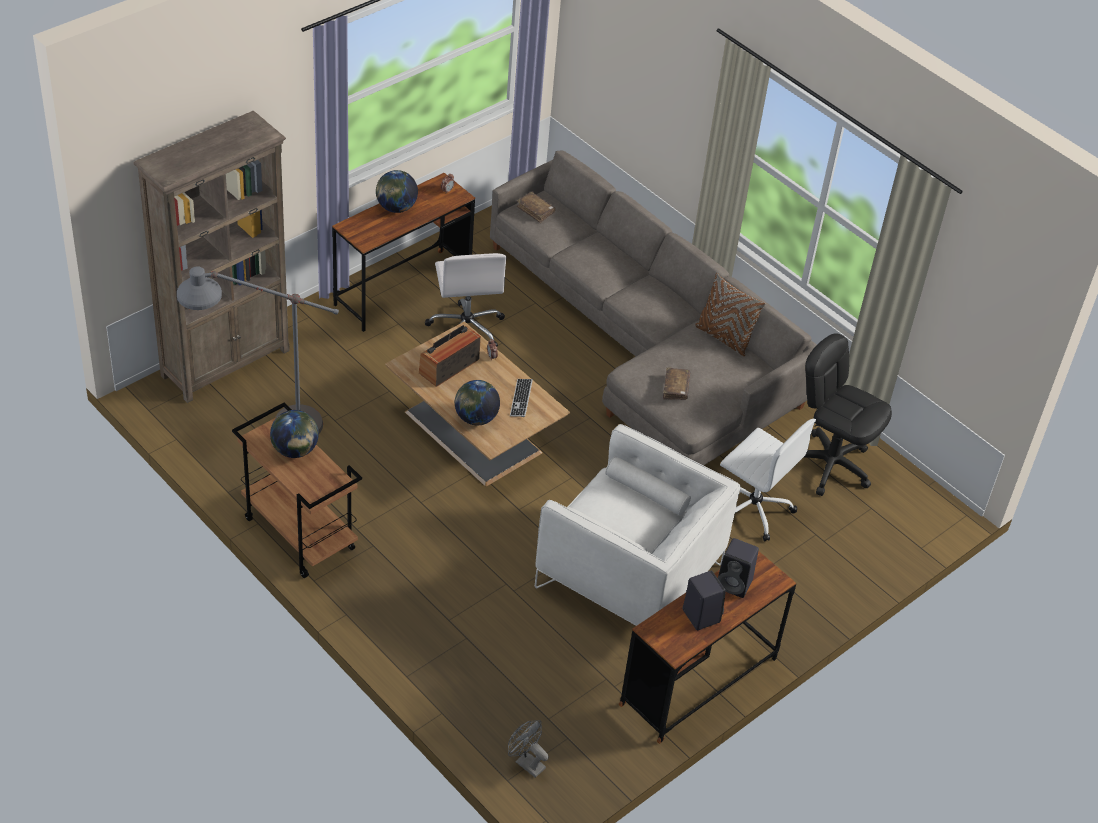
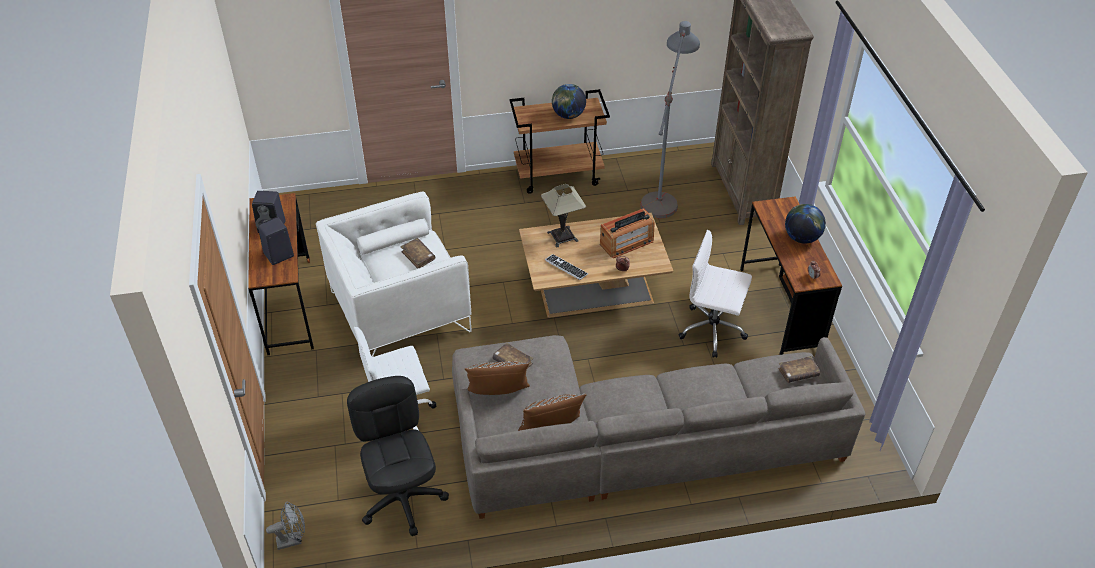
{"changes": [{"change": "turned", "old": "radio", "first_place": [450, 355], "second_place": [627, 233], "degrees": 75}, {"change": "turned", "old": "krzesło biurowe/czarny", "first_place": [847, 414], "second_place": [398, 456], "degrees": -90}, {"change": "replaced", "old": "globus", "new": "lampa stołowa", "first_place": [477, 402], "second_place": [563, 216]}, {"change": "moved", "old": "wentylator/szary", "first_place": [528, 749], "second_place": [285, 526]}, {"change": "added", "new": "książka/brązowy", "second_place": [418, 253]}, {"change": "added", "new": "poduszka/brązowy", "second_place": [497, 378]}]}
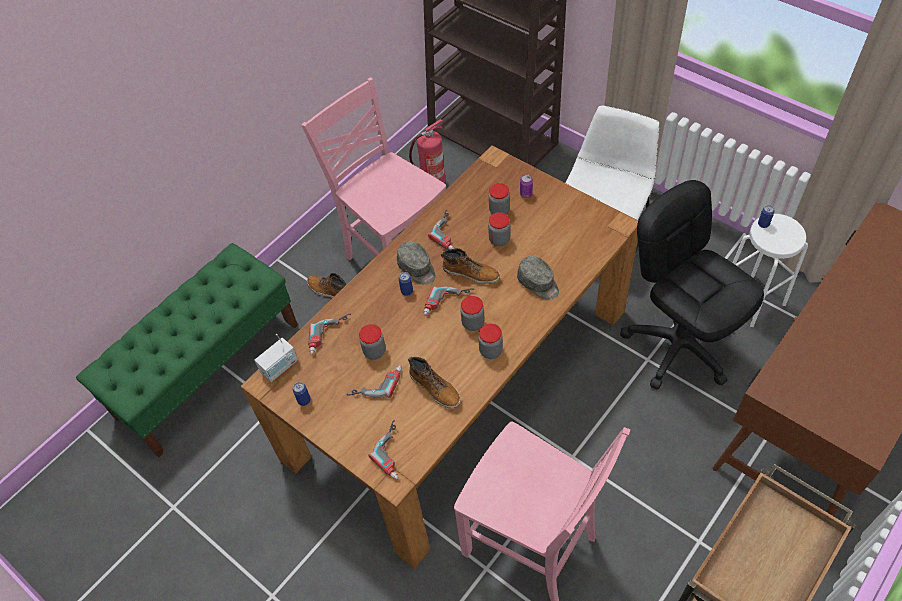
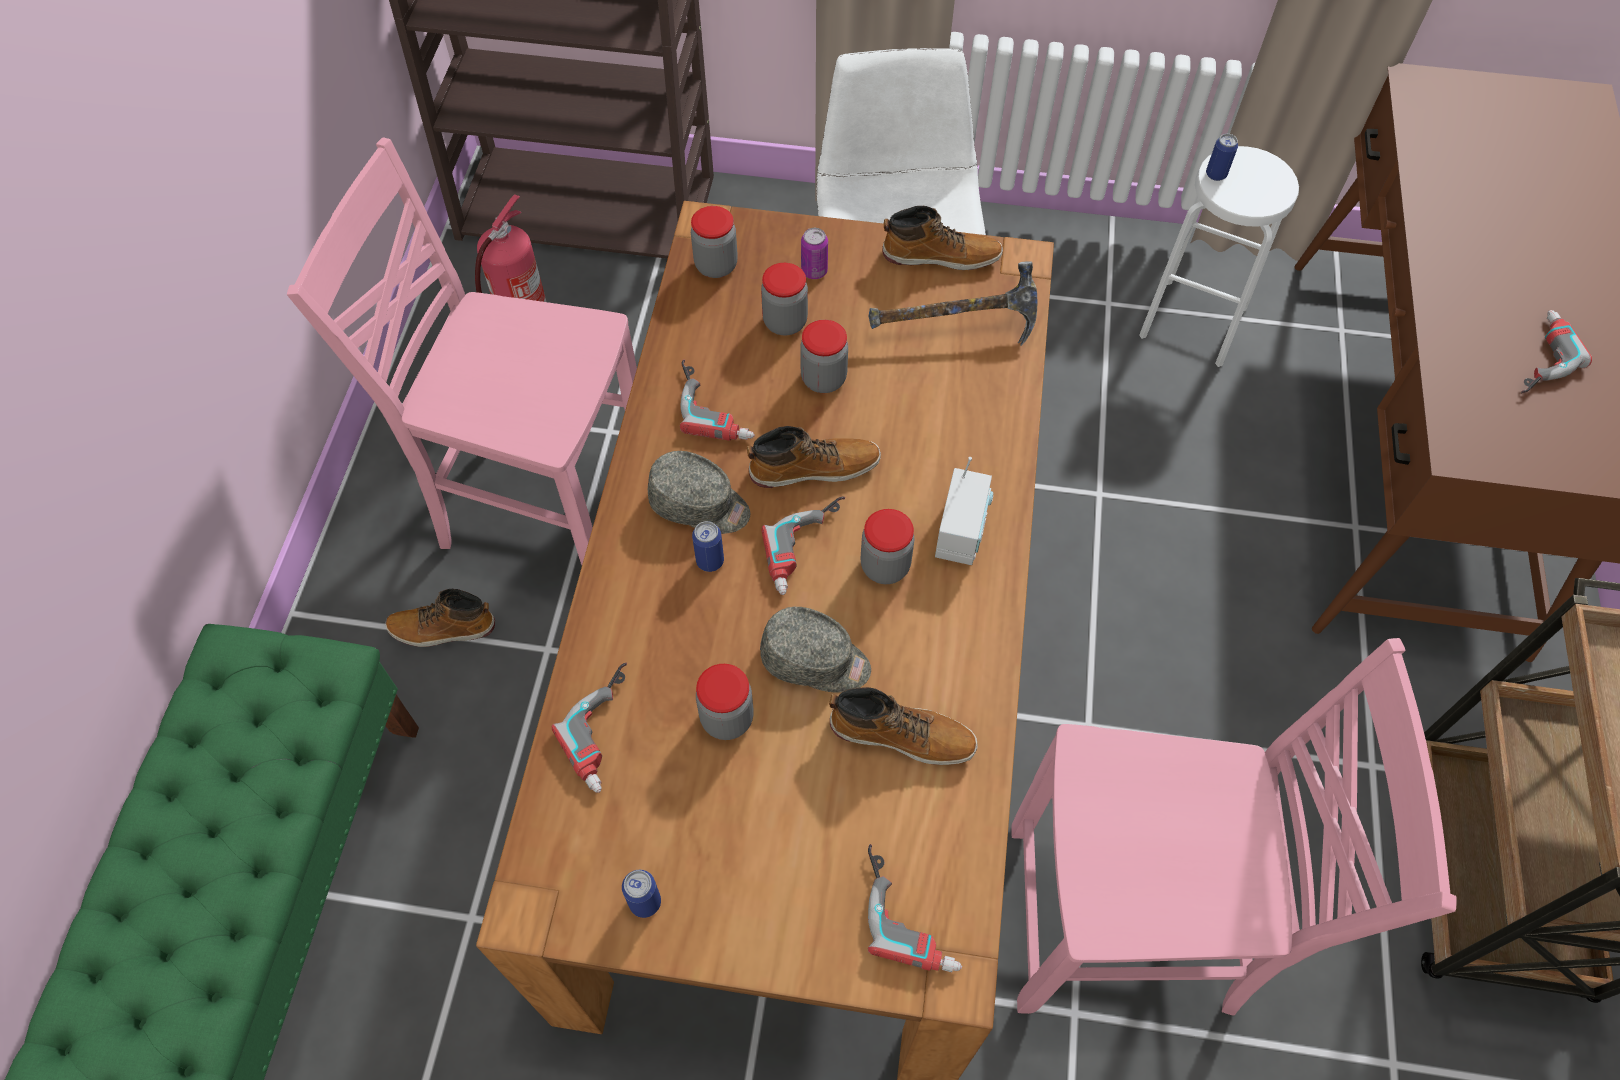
{"changes": [{"change": "removed", "old": "krzesło biurowe/czarny", "first_place": [692, 285]}, {"change": "moved", "old": "czapka z daszkiem/szary", "first_place": [538, 278], "second_place": [815, 649]}, {"change": "moved", "old": "słoik", "first_place": [490, 341], "second_place": [714, 242]}, {"change": "moved", "old": "radio", "first_place": [276, 358], "second_place": [964, 511]}, {"change": "moved", "old": "wiertarka", "first_place": [374, 381], "second_place": [1556, 351]}, {"change": "added", "new": "but z cholewką", "second_place": [942, 238]}, {"change": "added", "new": "młotek", "second_place": [953, 303]}]}
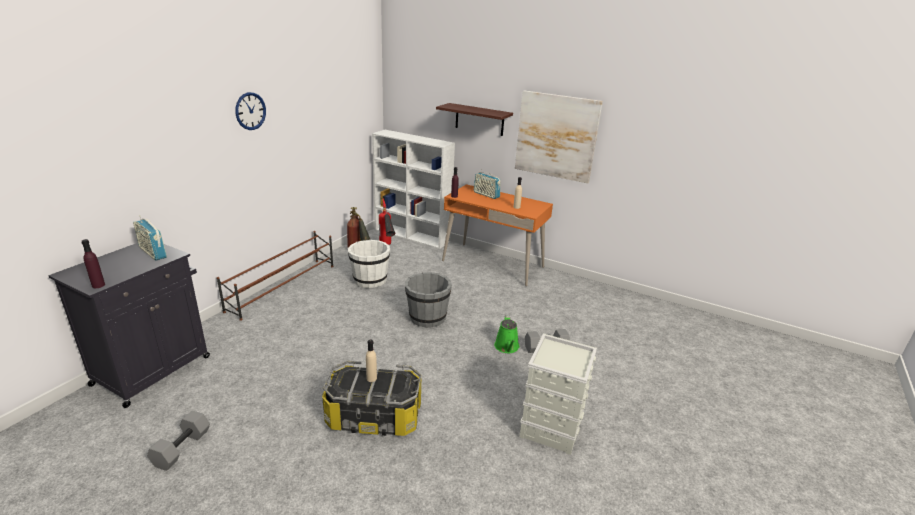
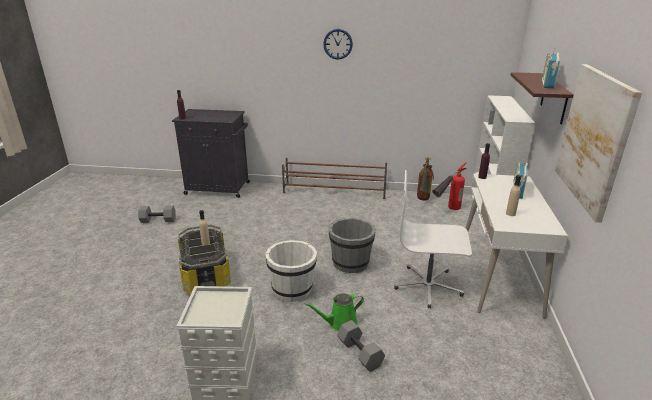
{"changes": [{"change": "recoloured", "old": "biurko/pomarańczowy", "new": "biurko/biały", "first_place": [497, 235], "second_place": [517, 246]}, {"change": "moved", "old": "radio", "first_place": [150, 238], "second_place": [551, 68]}, {"change": "moved", "old": "wiadro/biały", "first_place": [369, 264], "second_place": [291, 271]}, {"change": "added", "new": "krzesło biurowe/biały", "second_place": [433, 239]}]}
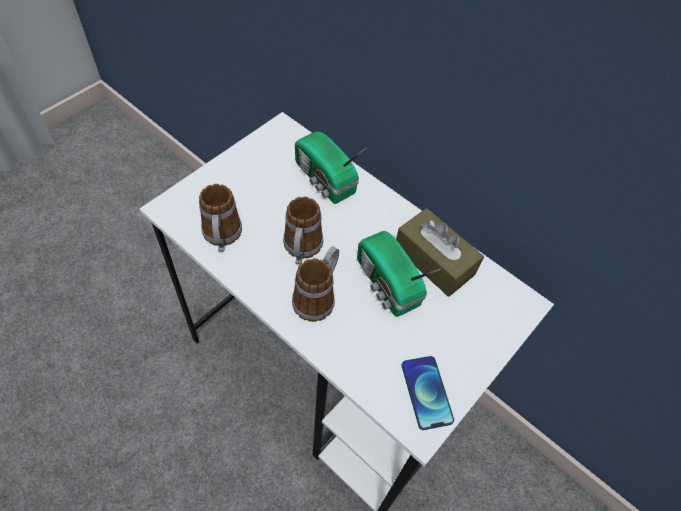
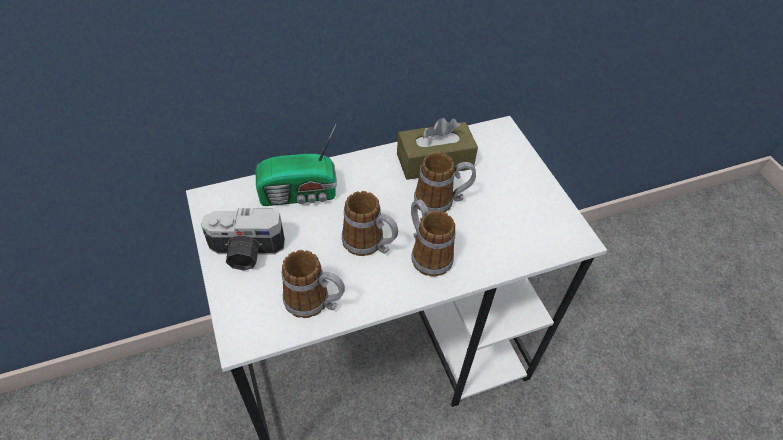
{"changes": [{"change": "replaced", "old": "radio", "new": "kubek", "first_place": [399, 274], "second_place": [445, 182]}, {"change": "removed", "old": "telefon", "first_place": [427, 393]}, {"change": "added", "new": "aparat fotograficzny", "second_place": [243, 239]}]}
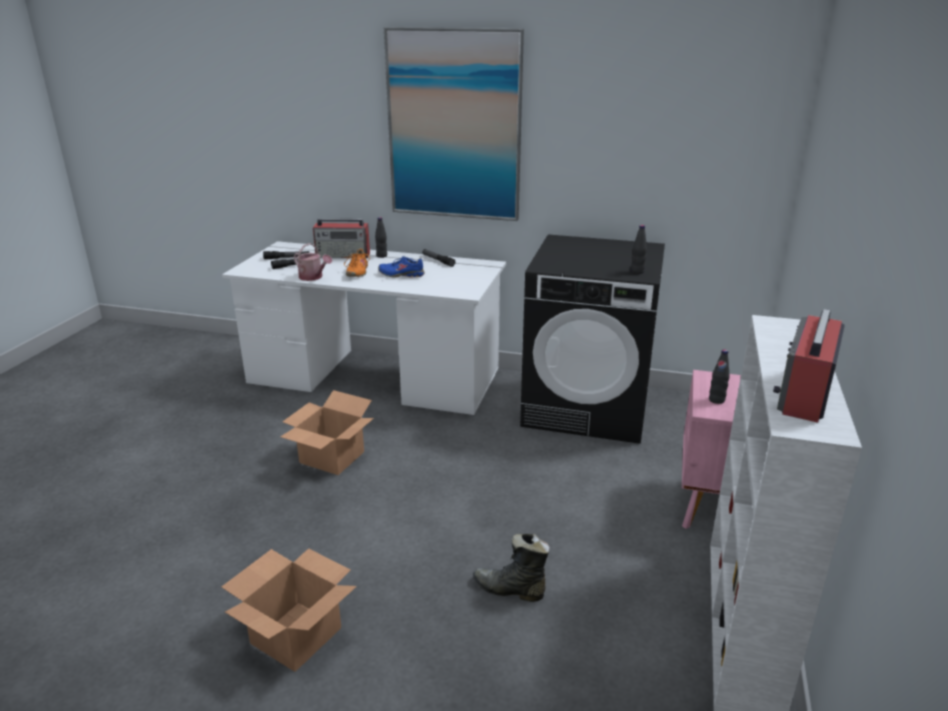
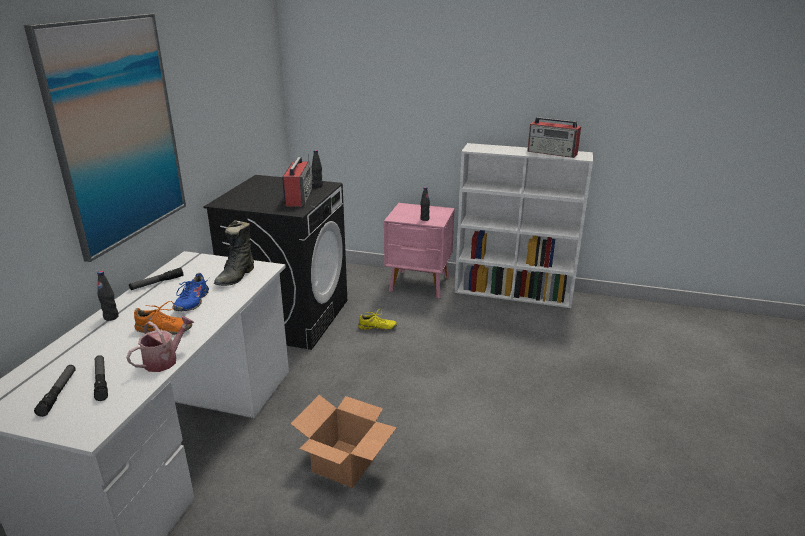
{"changes": [{"change": "moved", "old": "radio", "first_place": [341, 238], "second_place": [298, 180]}, {"change": "moved", "old": "but z cholewką/czarny", "first_place": [511, 568], "second_place": [234, 253]}, {"change": "removed", "old": "karton", "first_place": [289, 610]}, {"change": "added", "new": "but/żółty", "second_place": [377, 320]}]}
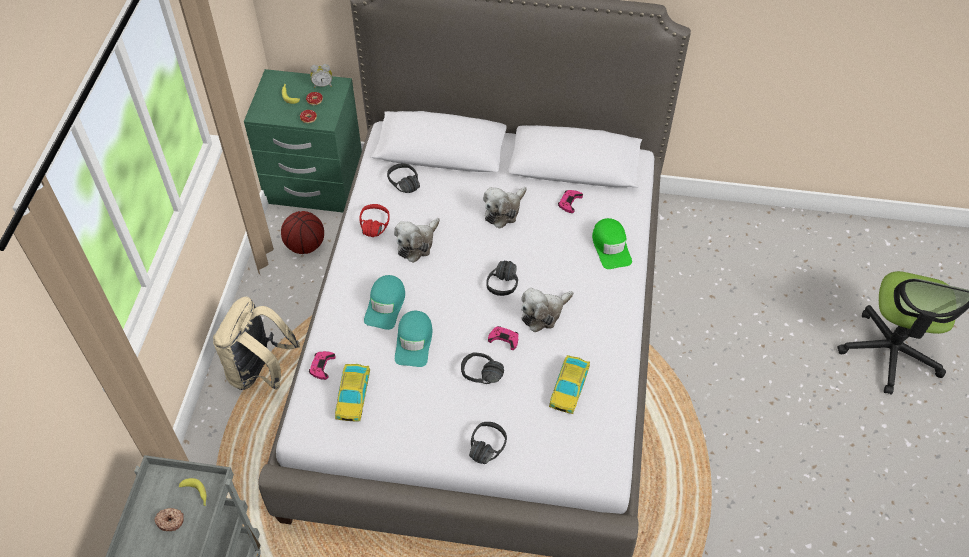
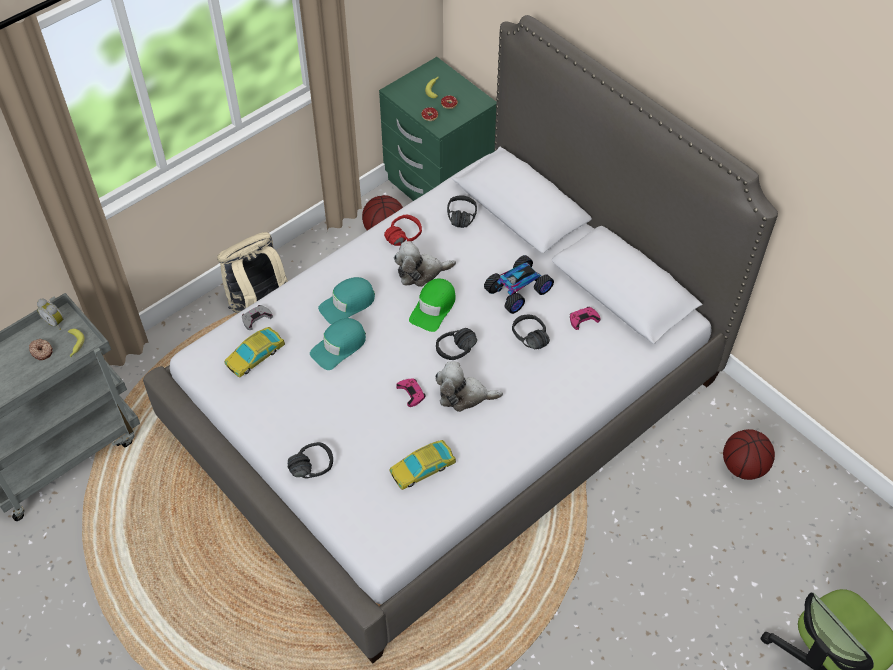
{"changes": [{"change": "moved", "old": "budzik", "first_place": [321, 76], "second_place": [50, 314]}, {"change": "replaced", "old": "pluszak", "new": "samochodzik", "first_place": [505, 208], "second_place": [519, 284]}, {"change": "moved", "old": "czapka z daszkiem/zielony", "first_place": [612, 243], "second_place": [432, 305]}, {"change": "recoloured", "old": "pad do gier/różowy", "new": "pad do gier/szary", "first_place": [322, 365], "second_place": [257, 317]}, {"change": "moved", "old": "słuchawki/czarny", "first_place": [482, 368], "second_place": [531, 332]}, {"change": "added", "new": "piłka do koszykówki", "second_place": [749, 454]}]}
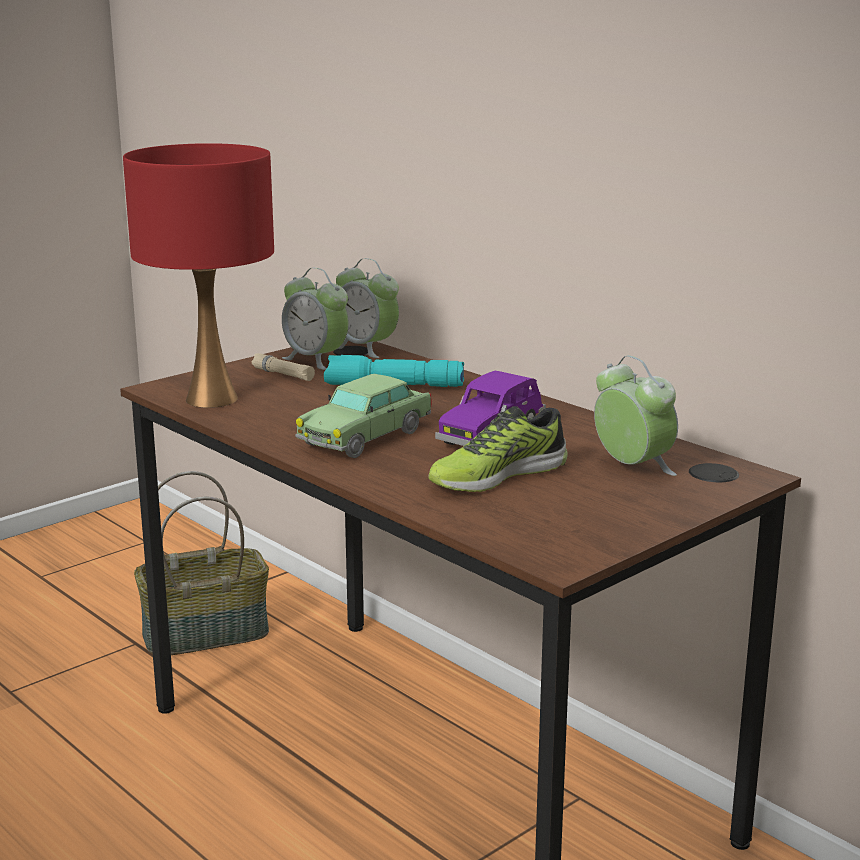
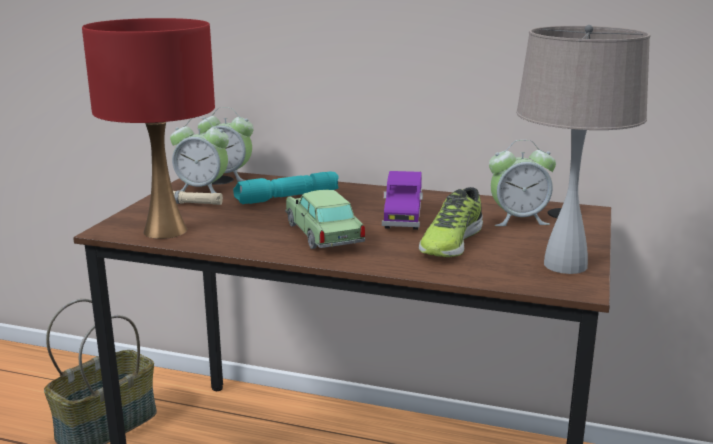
{"changes": [{"change": "turned", "old": "budzik", "first_place": [636, 415], "second_place": [522, 183], "degrees": 150}, {"change": "turned", "old": "samochodzik", "first_place": [363, 416], "second_place": [325, 219], "degrees": 150}, {"change": "added", "new": "lampa stołowa/beżowy", "second_place": [583, 149]}]}
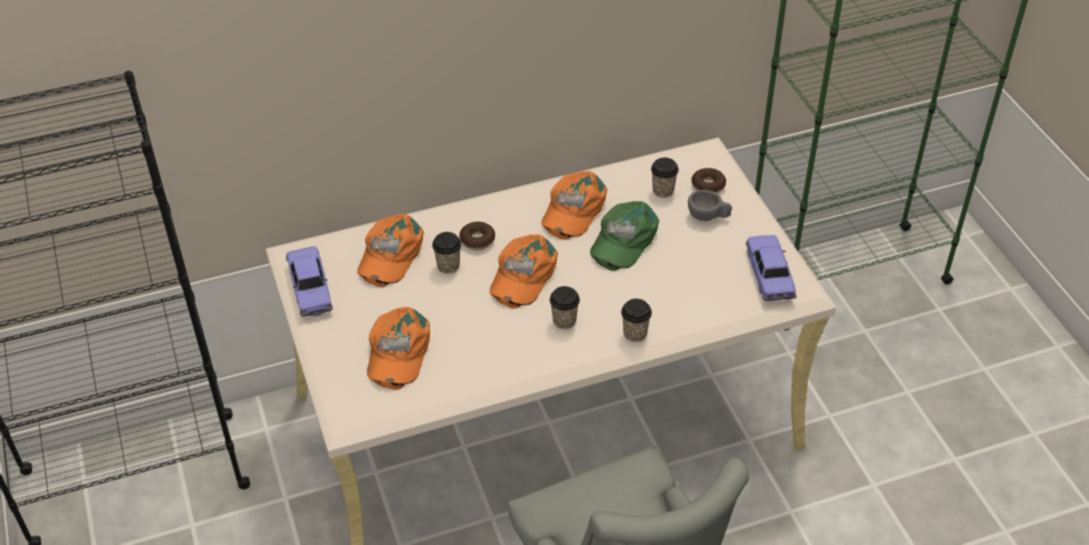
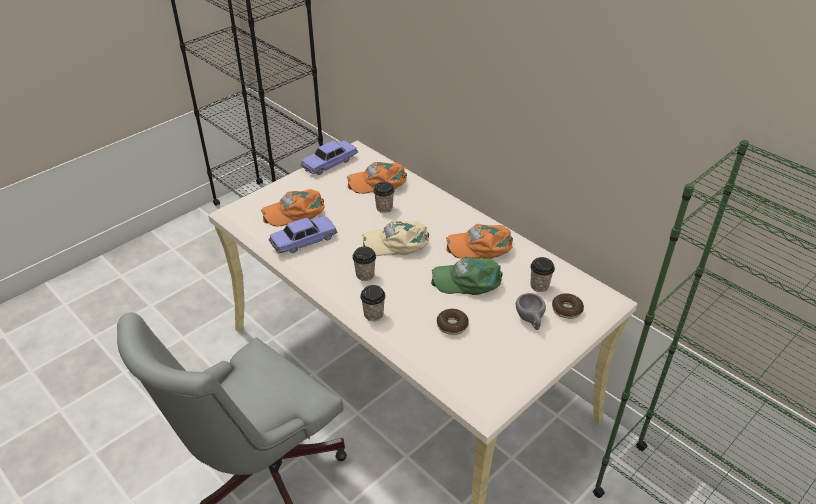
{"changes": [{"change": "moved", "old": "donut", "first_place": [477, 236], "second_place": [453, 322]}, {"change": "recoloured", "old": "czapka z daszkiem/pomarańczowy", "new": "czapka z daszkiem/beżowy", "first_place": [524, 272], "second_place": [395, 238]}, {"change": "moved", "old": "samochodzik", "first_place": [771, 268], "second_place": [303, 234]}]}
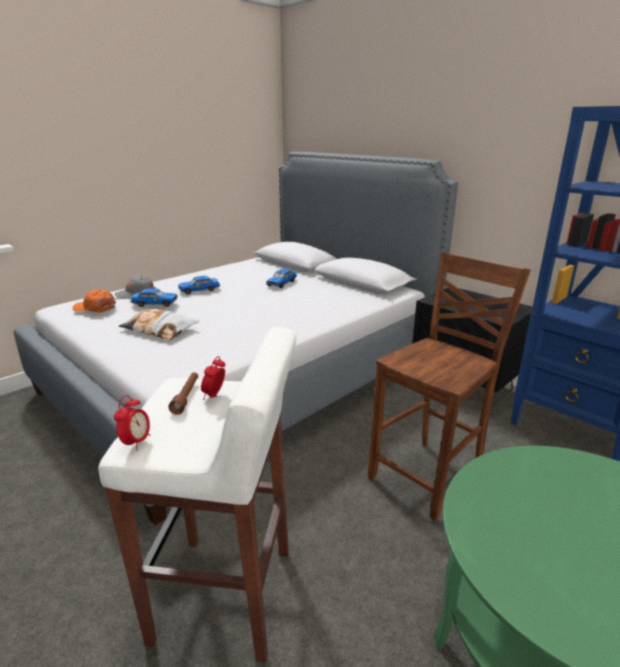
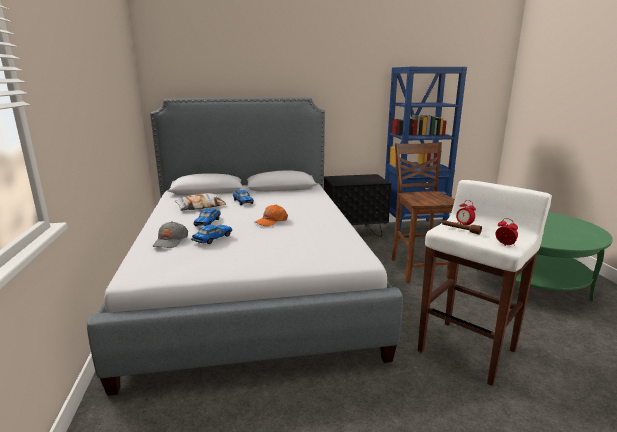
{"changes": [{"change": "moved", "old": "czapka z daszkiem/pomarańczowy", "first_place": [94, 300], "second_place": [271, 215]}, {"change": "moved", "old": "poduszka", "first_place": [159, 324], "second_place": [200, 202]}]}
